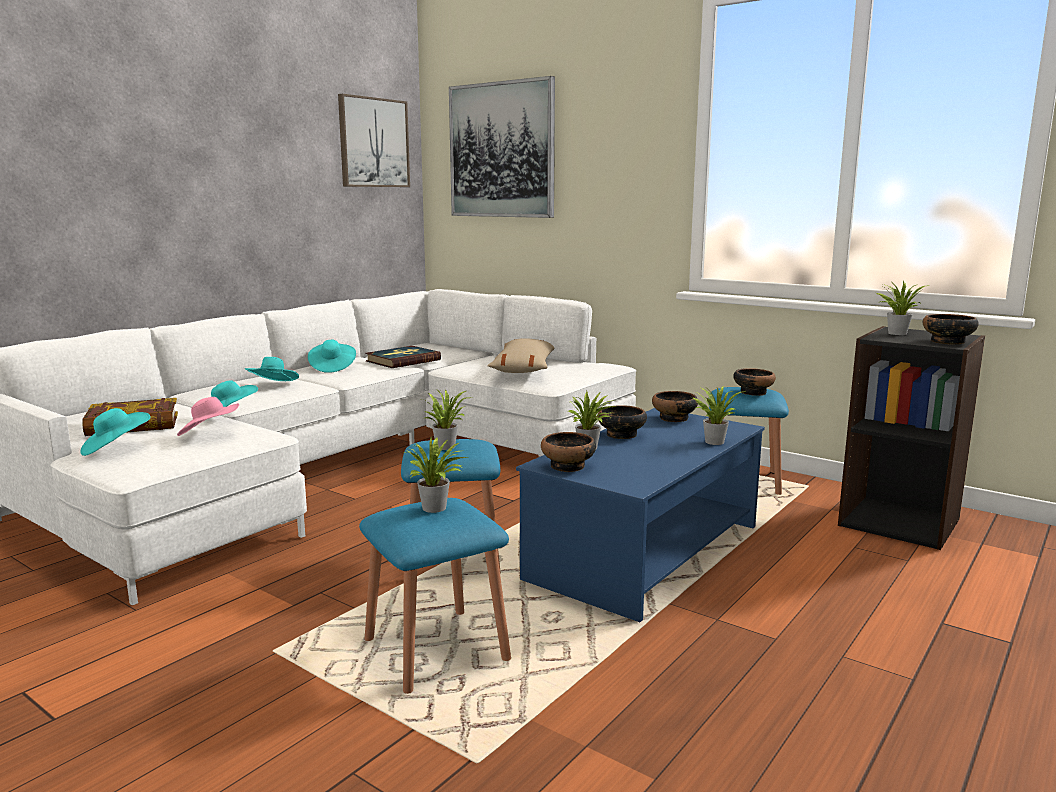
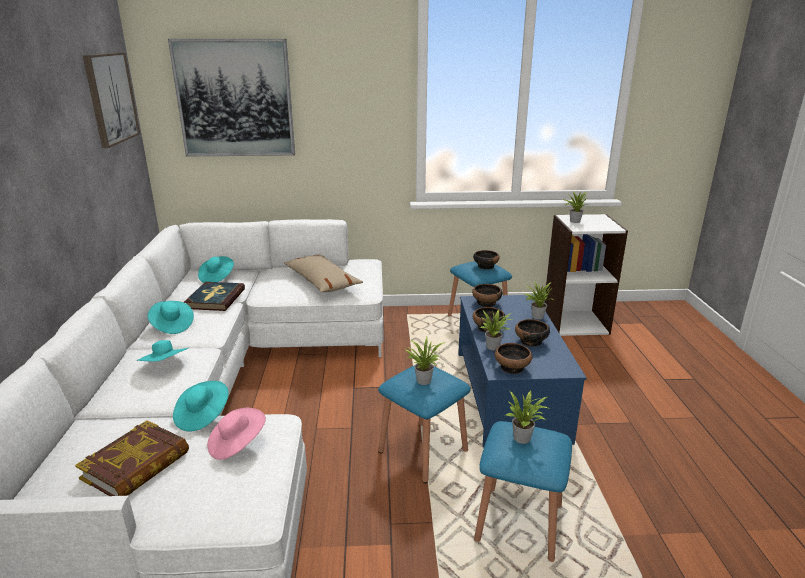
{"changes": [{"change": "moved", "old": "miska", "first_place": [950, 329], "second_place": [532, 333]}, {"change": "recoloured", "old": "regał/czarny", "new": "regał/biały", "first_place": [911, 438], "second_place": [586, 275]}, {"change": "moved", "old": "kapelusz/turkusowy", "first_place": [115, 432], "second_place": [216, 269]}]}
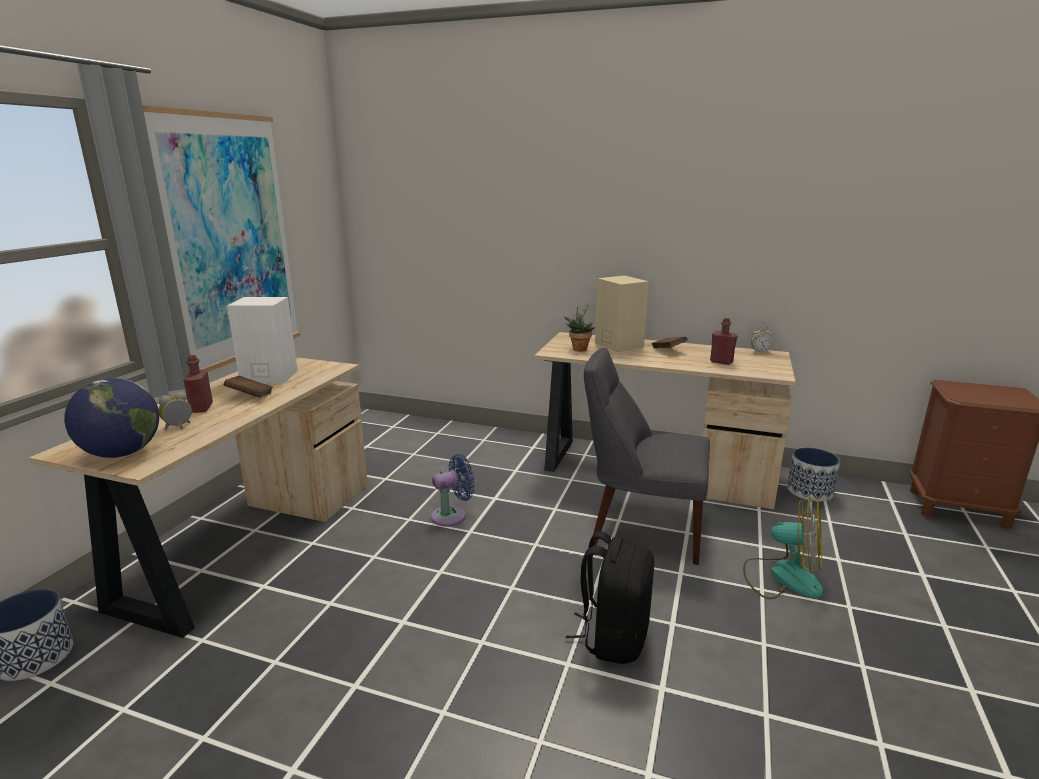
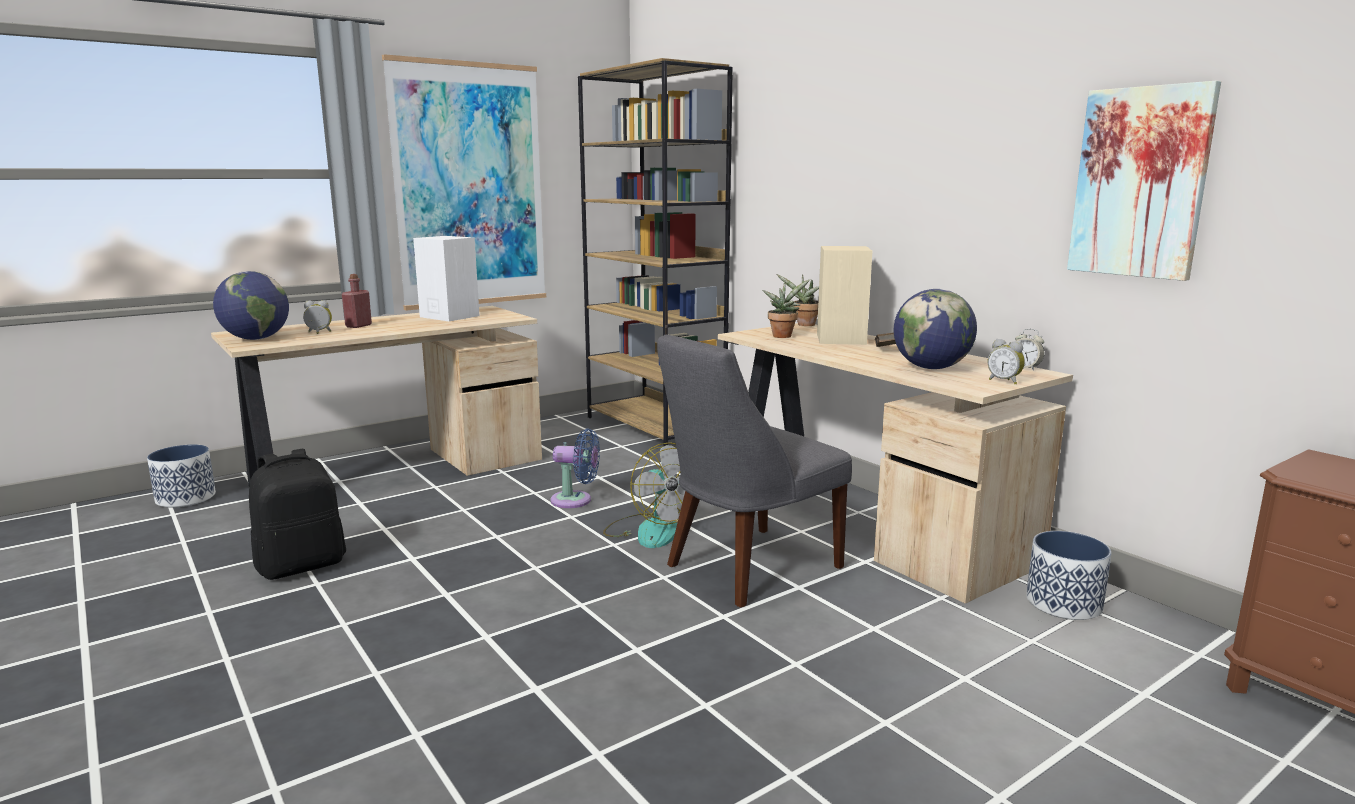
{"changes": [{"change": "replaced", "old": "butelka/czerwony", "new": "globus", "first_place": [723, 341], "second_place": [935, 329]}, {"change": "turned", "old": "krzesło/szary", "first_place": [647, 456], "second_place": [754, 470], "degrees": -90}, {"change": "removed", "old": "książka/brązowy", "first_place": [248, 387]}, {"change": "moved", "old": "wentylator", "first_place": [783, 547], "second_place": [644, 495]}, {"change": "moved", "old": "plecak/czarny", "first_place": [610, 597], "second_place": [297, 514]}, {"change": "added", "new": "regał/brązowy", "second_place": [655, 252]}, {"change": "added", "new": "obraz", "second_place": [1144, 181]}, {"change": "added", "new": "roślina doniczkowa", "second_place": [797, 300]}, {"change": "added", "new": "budzik", "second_place": [1006, 361]}]}
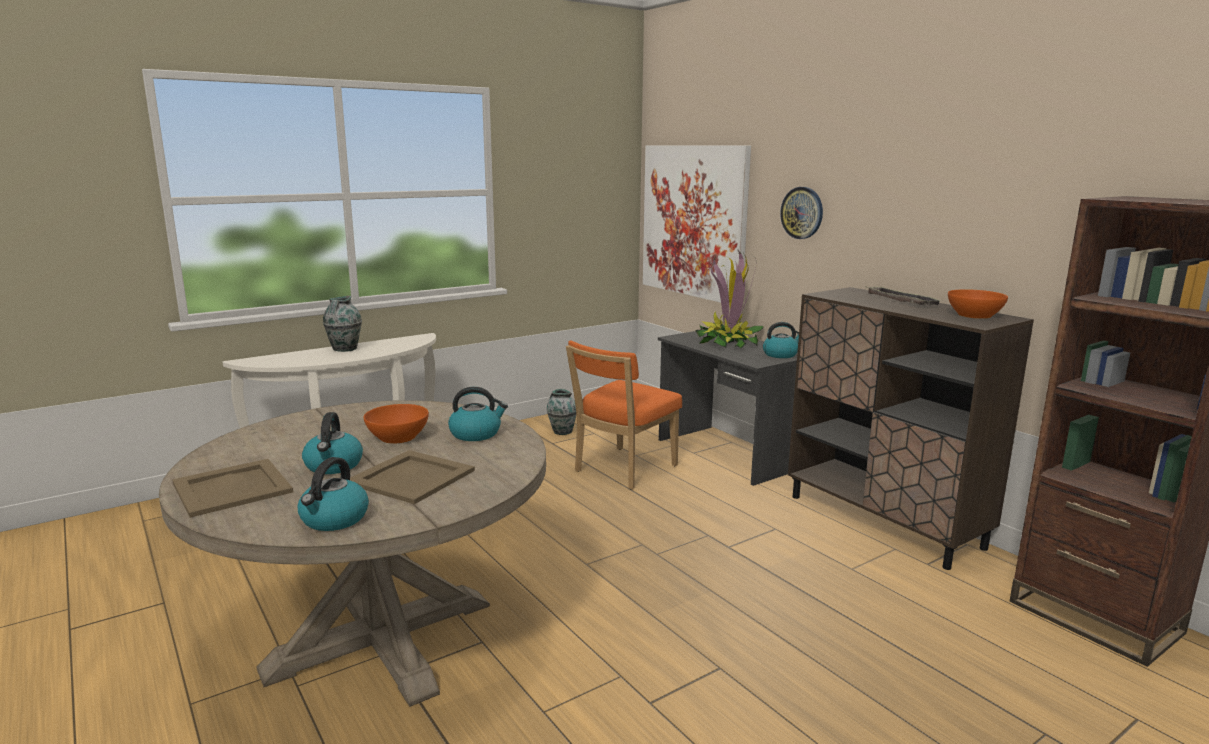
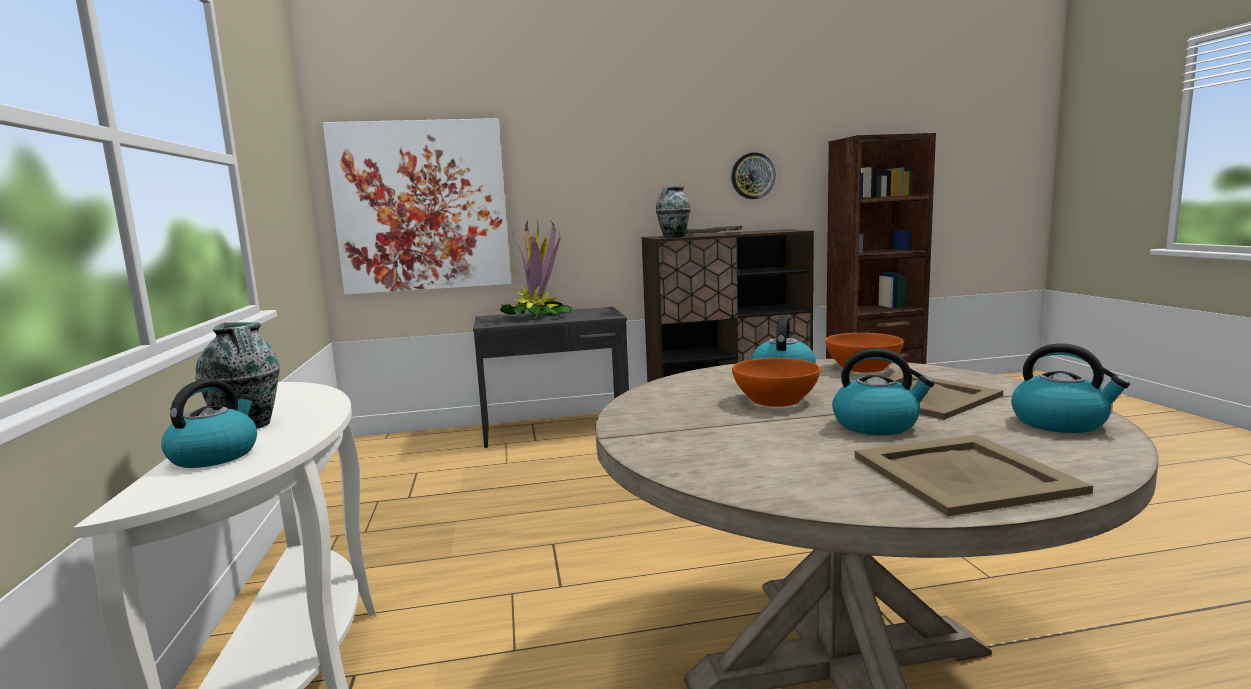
{"changes": [{"change": "moved", "old": "zegar ścienny", "first_place": [801, 213], "second_place": [753, 175]}, {"change": "moved", "old": "miska/pomarańczowy", "first_place": [978, 304], "second_place": [864, 353]}, {"change": "moved", "old": "czajnik", "first_place": [781, 340], "second_place": [209, 423]}, {"change": "removed", "old": "krzesło/pomarańczowy", "first_place": [624, 415]}, {"change": "moved", "old": "wazon", "first_place": [561, 412], "second_place": [673, 211]}]}
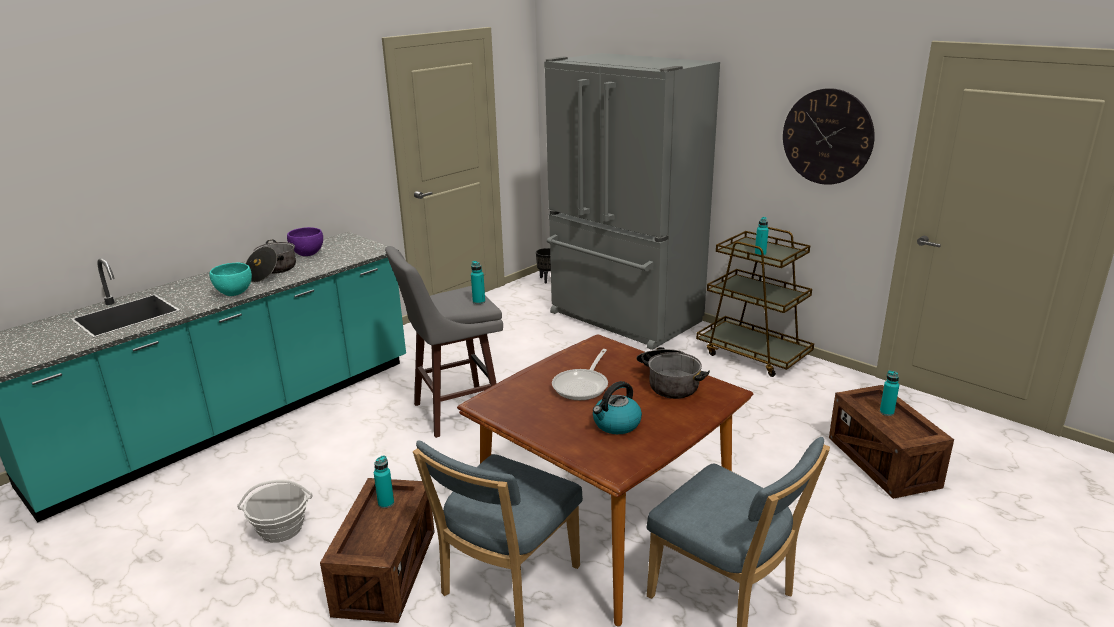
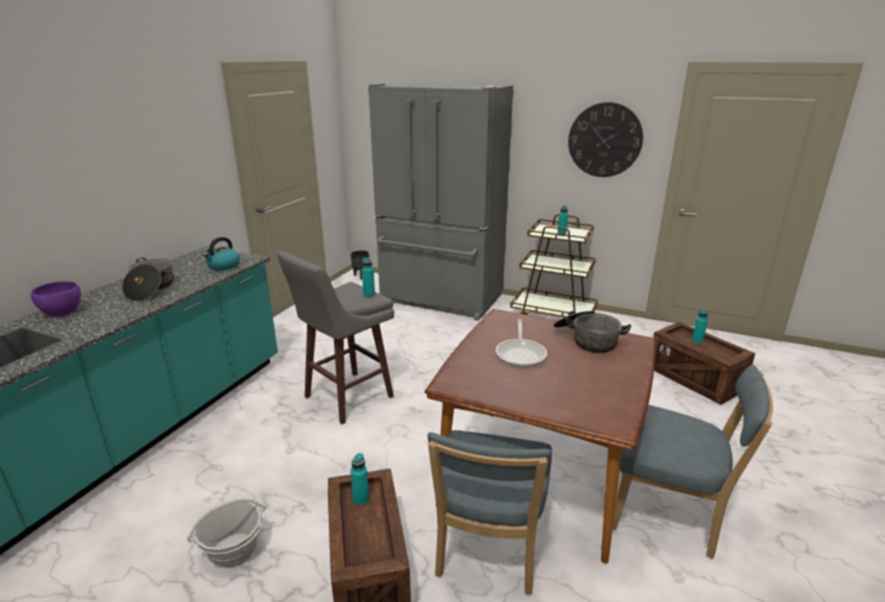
{"changes": [{"change": "moved", "old": "miska/fioletowy", "first_place": [305, 241], "second_place": [56, 298]}, {"change": "removed", "old": "miska/turkusowy", "first_place": [230, 279]}, {"change": "moved", "old": "czajnik", "first_place": [617, 407], "second_place": [221, 254]}]}
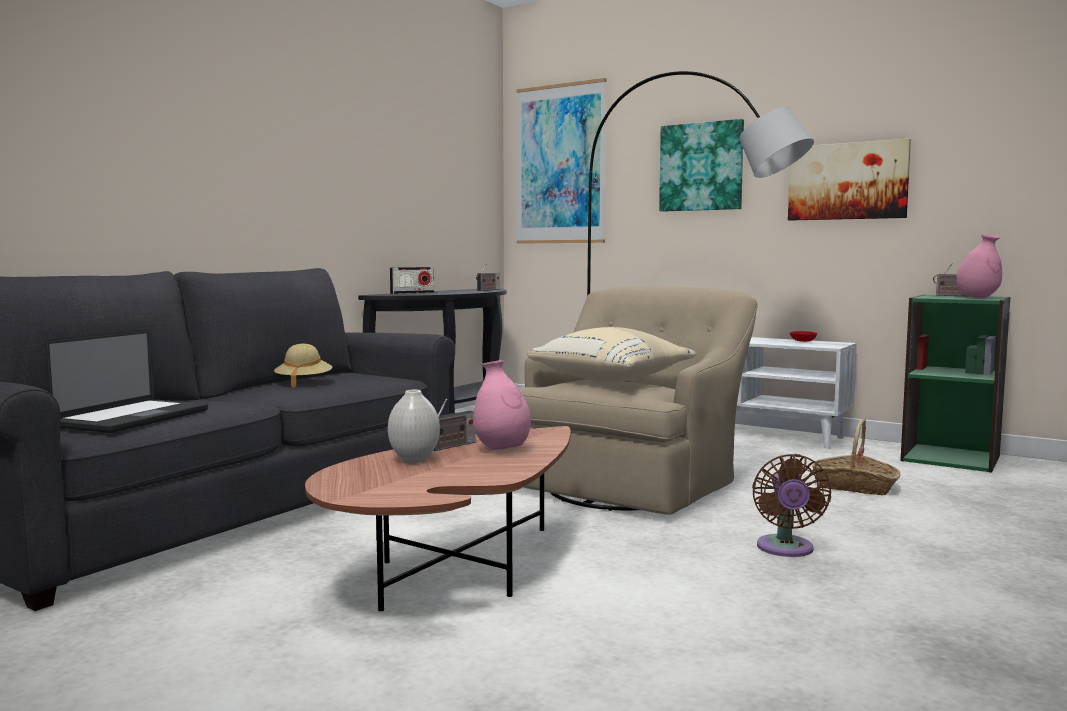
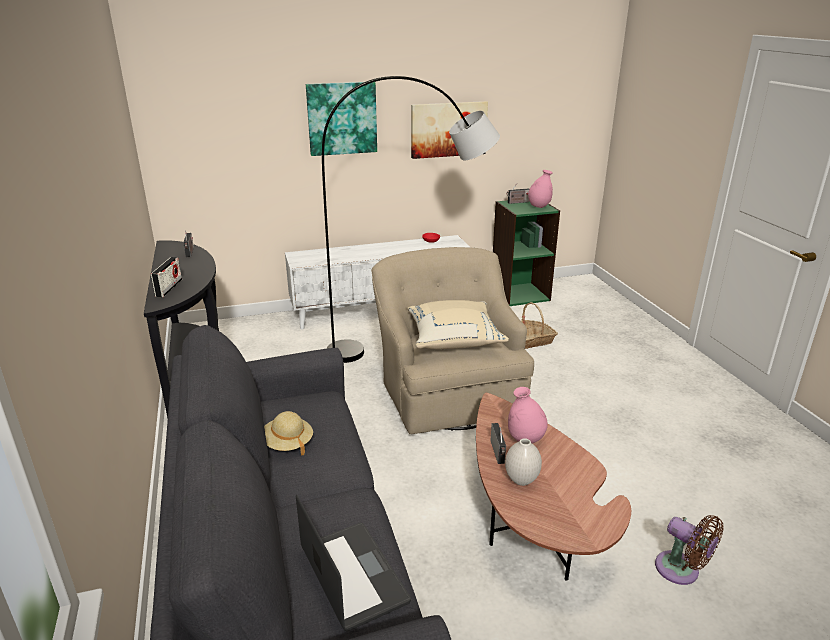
{"changes": [{"change": "removed", "old": "obraz", "first_place": [561, 160]}, {"change": "moved", "old": "wentylator/brązowy", "first_place": [791, 505], "second_place": [689, 550]}]}
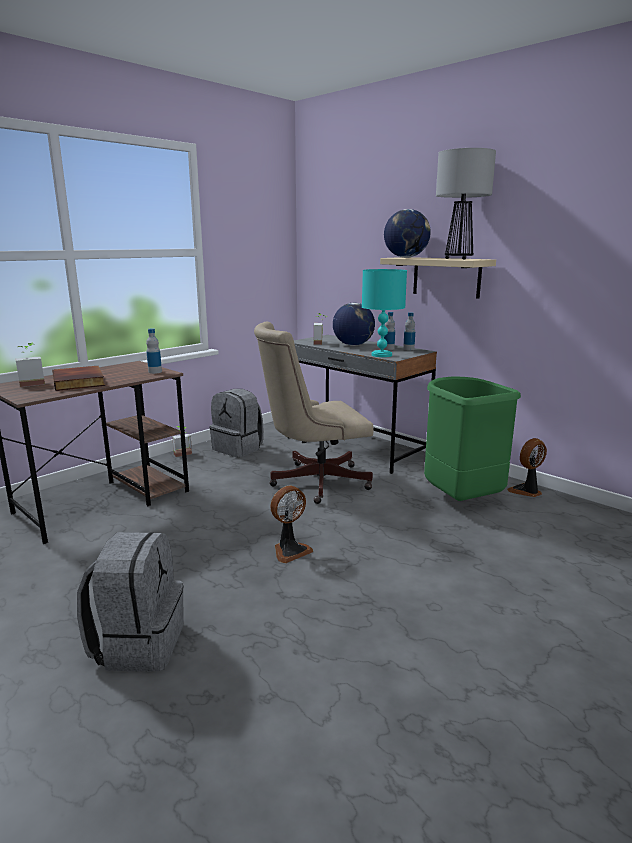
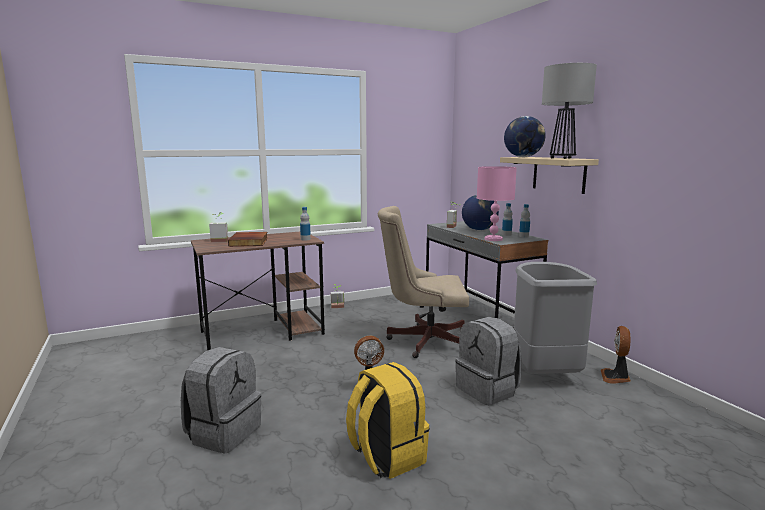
{"changes": [{"change": "recoloured", "old": "lampa stołowa/turkusowy", "new": "lampa stołowa/różowy", "first_place": [384, 313], "second_place": [497, 203]}, {"change": "recoloured", "old": "kosz na śmieci/zielony", "new": "kosz na śmieci/szary", "first_place": [472, 439], "second_place": [555, 318]}, {"change": "moved", "old": "plecak/szary", "first_place": [237, 423], "second_place": [488, 361]}, {"change": "turned", "old": "wentylator", "first_place": [527, 467], "second_place": [616, 355], "degrees": -60}, {"change": "added", "new": "plecak/żółty", "second_place": [388, 420]}]}
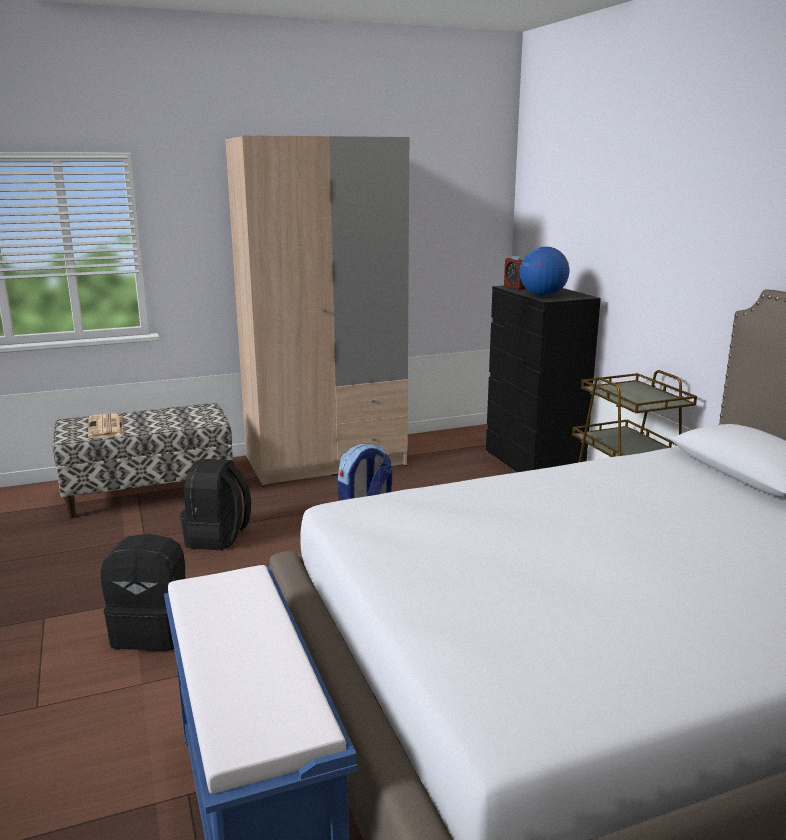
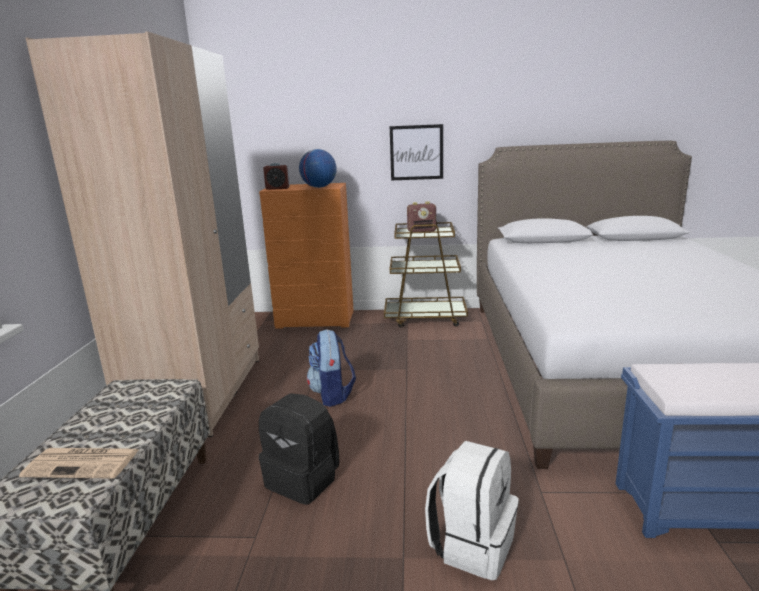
{"changes": [{"change": "recoloured", "old": "komoda/czarny", "new": "komoda/pomarańczowy", "first_place": [543, 379], "second_place": [306, 256]}, {"change": "recoloured", "old": "plecak/czarny", "new": "plecak/biały", "first_place": [143, 592], "second_place": [472, 510]}, {"change": "added", "new": "obraz", "second_place": [416, 152]}, {"change": "added", "new": "radio", "second_place": [421, 216]}]}
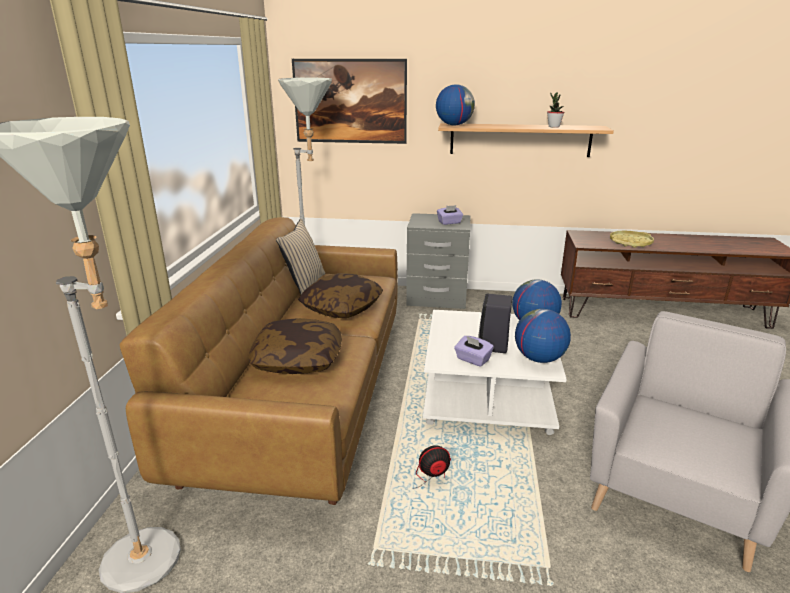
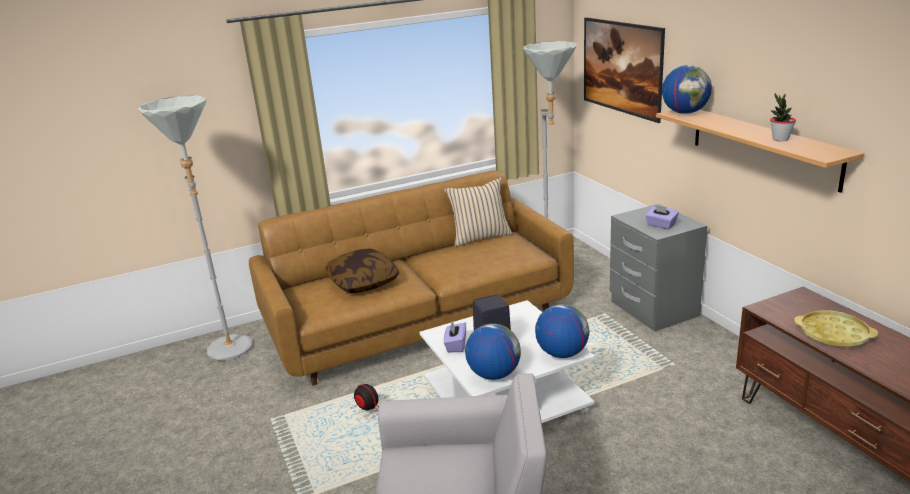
{"changes": [{"change": "removed", "old": "poduszka", "first_place": [340, 295]}]}
